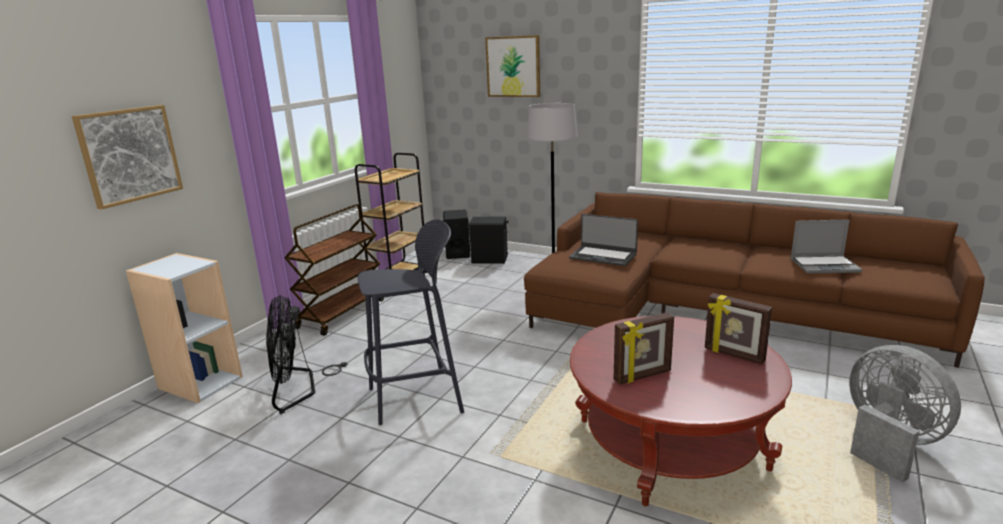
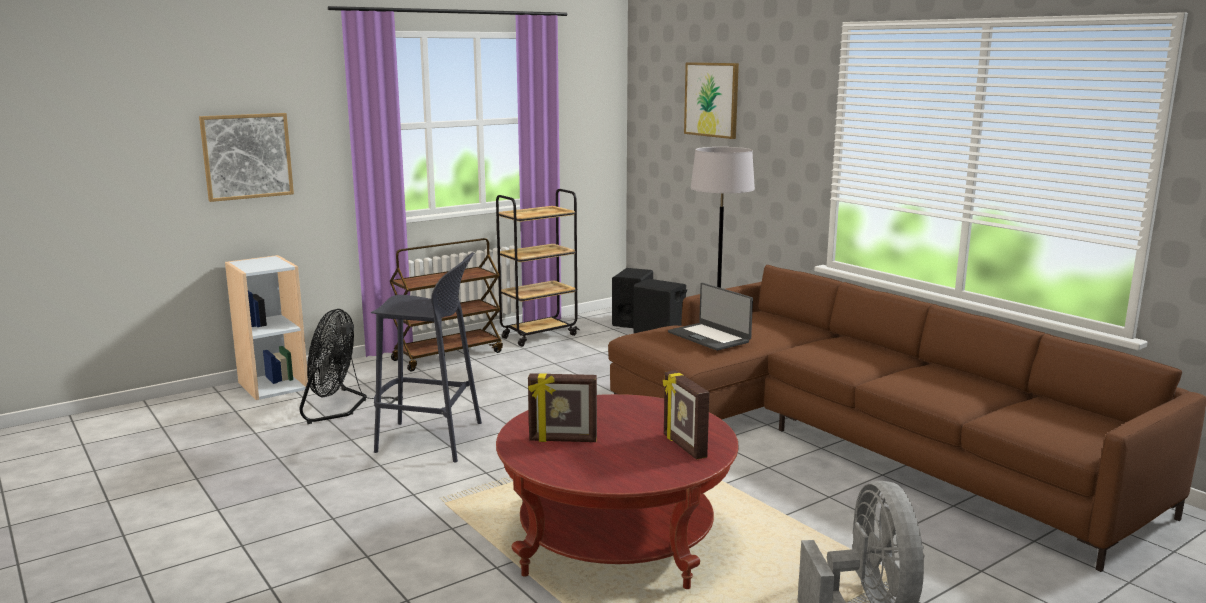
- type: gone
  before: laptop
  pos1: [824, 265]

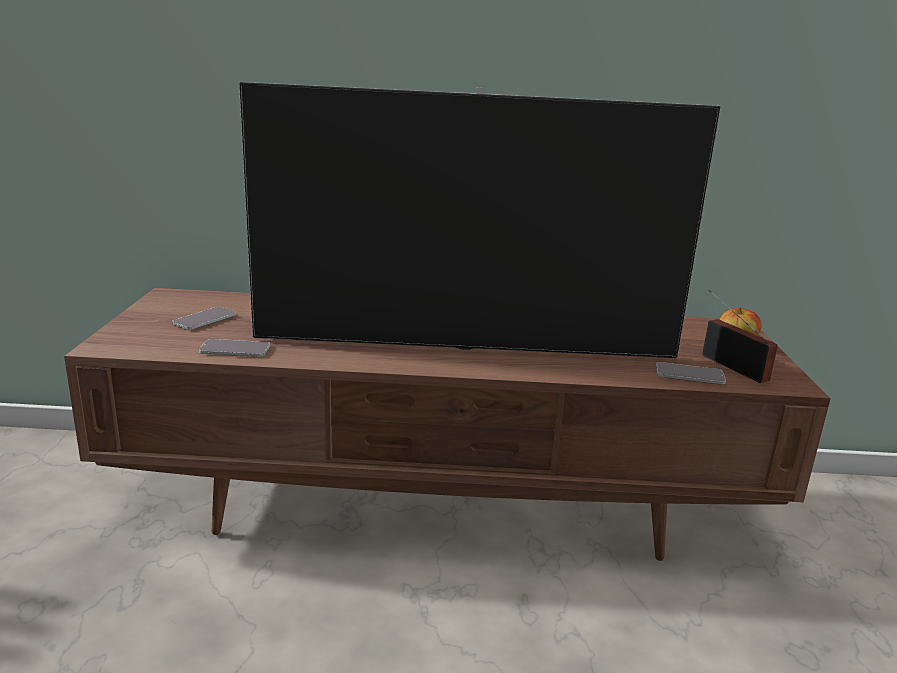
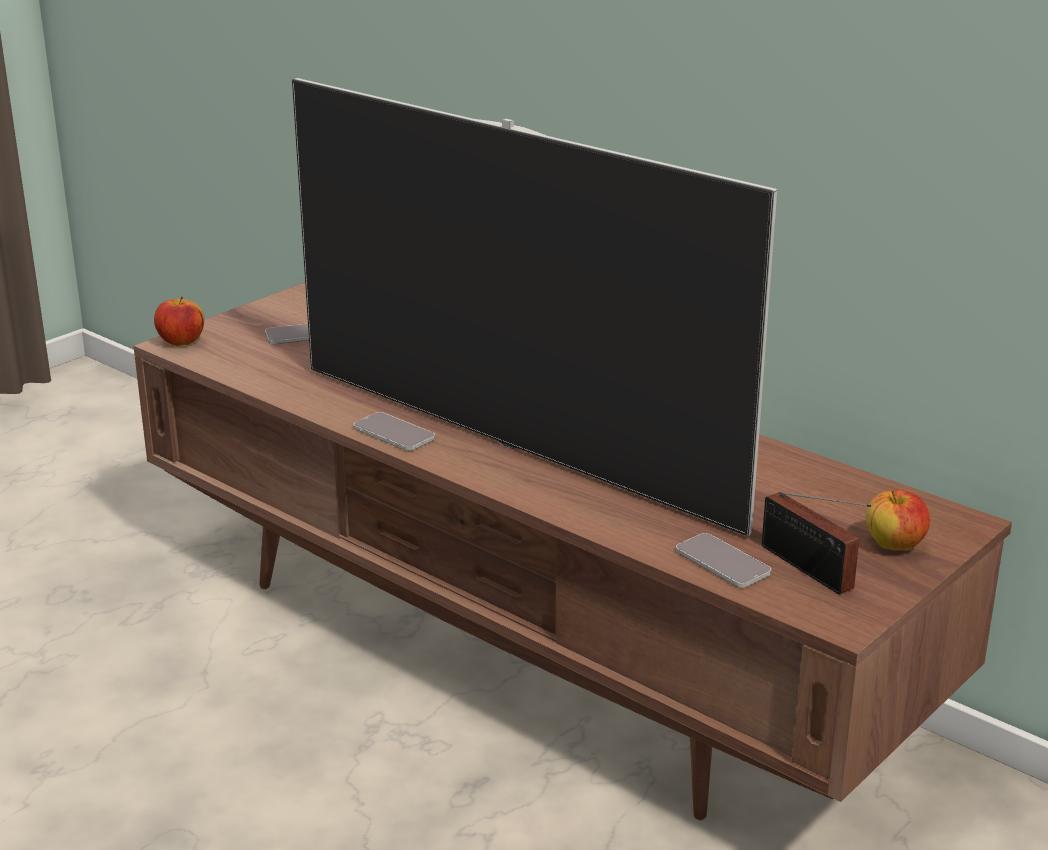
- type: rotated
  before: radio
  pos1: [731, 366]
  pos2: [810, 570]
  turn: 135
- type: shifted
  before: phone
  pos1: [235, 349]
  pos2: [394, 433]
- type: new
  after: apple
  pos2: [181, 342]

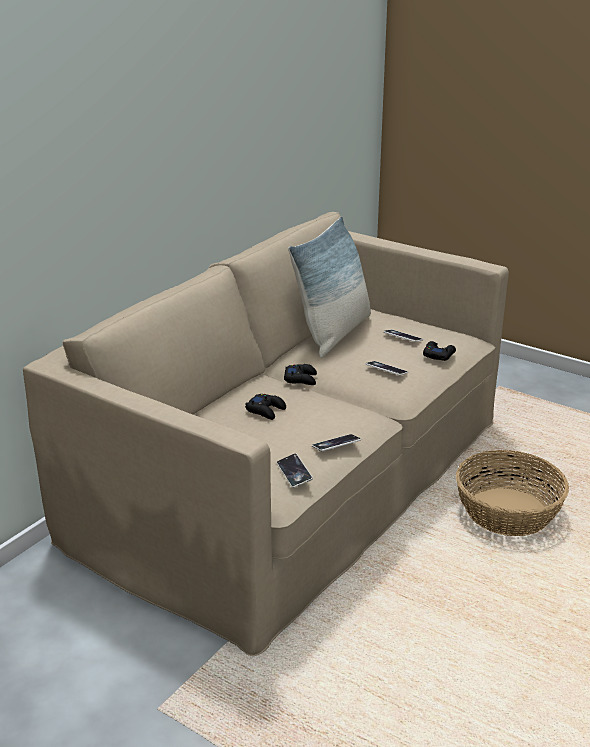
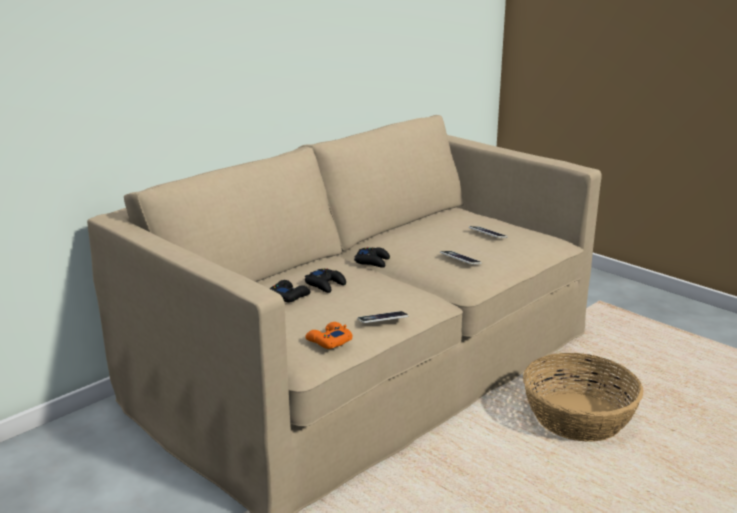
- type: gone
  before: pillow
  pos1: [334, 334]
- type: shifted
  before: black_game_controller
  pos1: [438, 355]
  pos2: [289, 296]
- type: swapped
  before: phone
  after: orange_game_controller
  pos1: [294, 473]
  pos2: [328, 341]

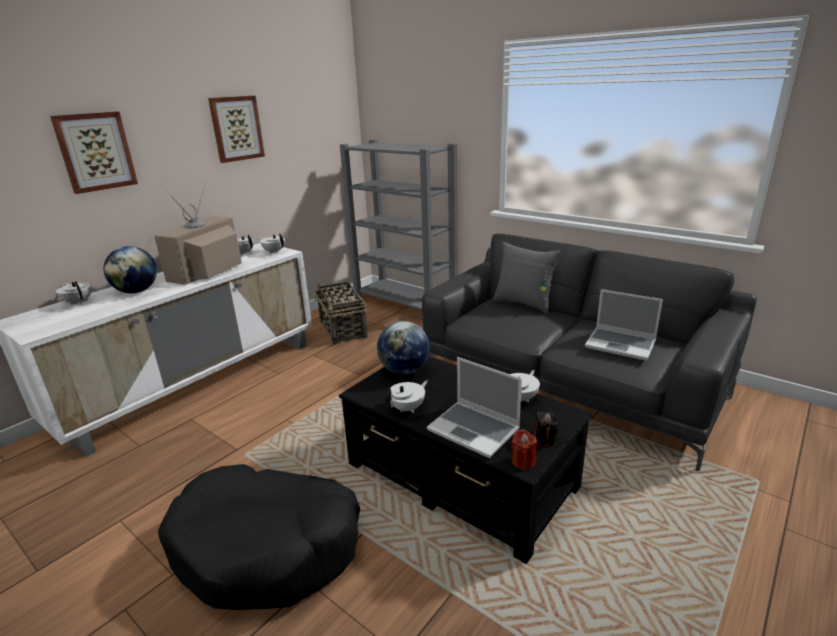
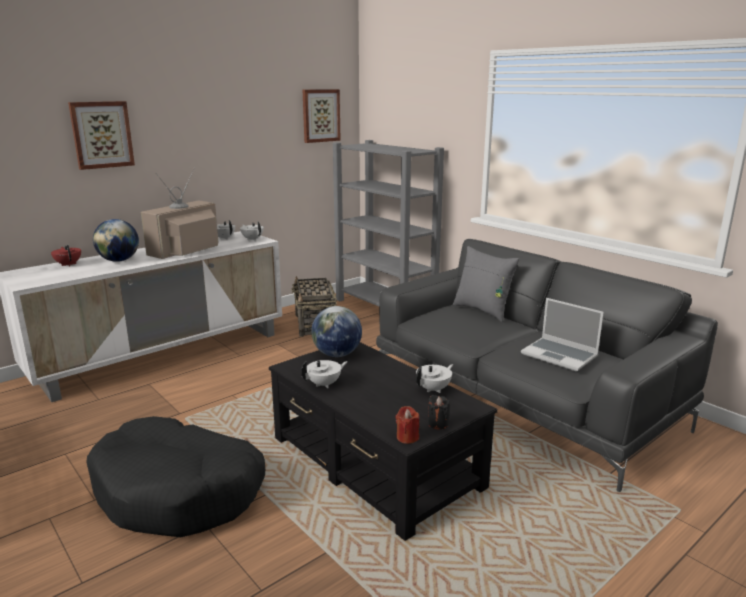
- type: shifted
  before: picture
  pos1: [236, 128]
  pos2: [320, 115]
- type: repainted
  before: white_teapot
  after: red_teapot
  pos1: [78, 302]
  pos2: [68, 264]
- type: gone
  before: laptop
  pos1: [475, 430]

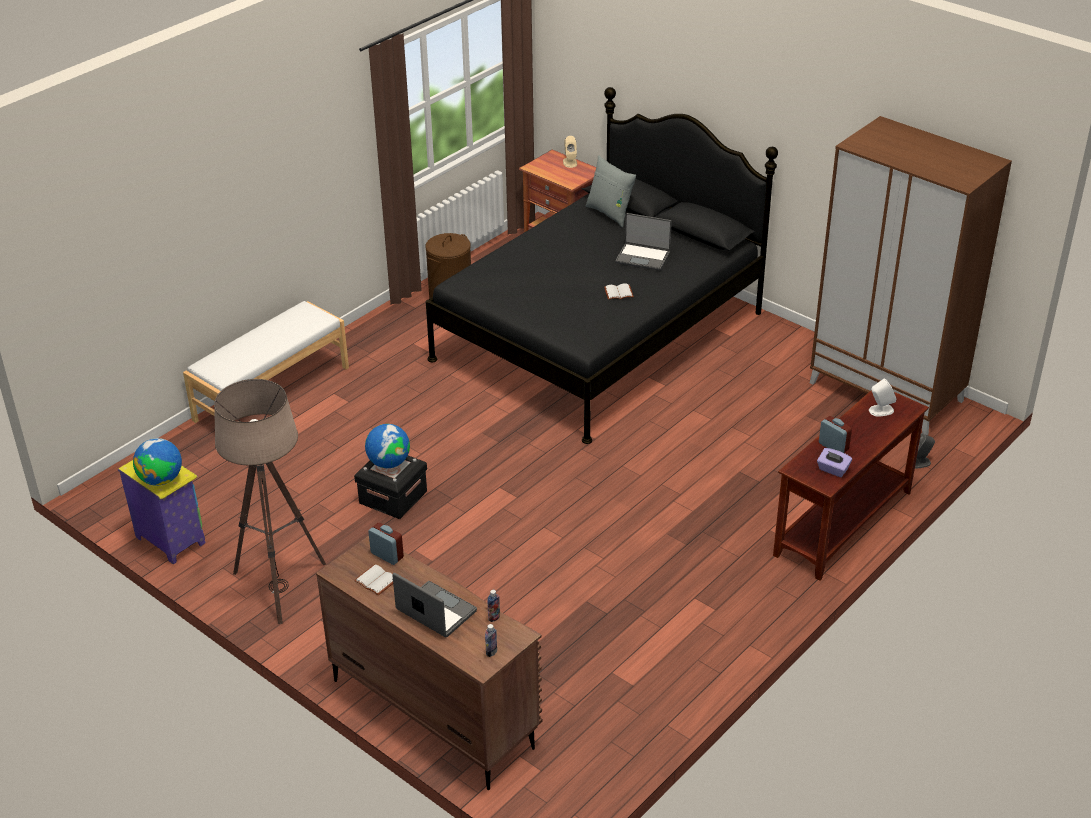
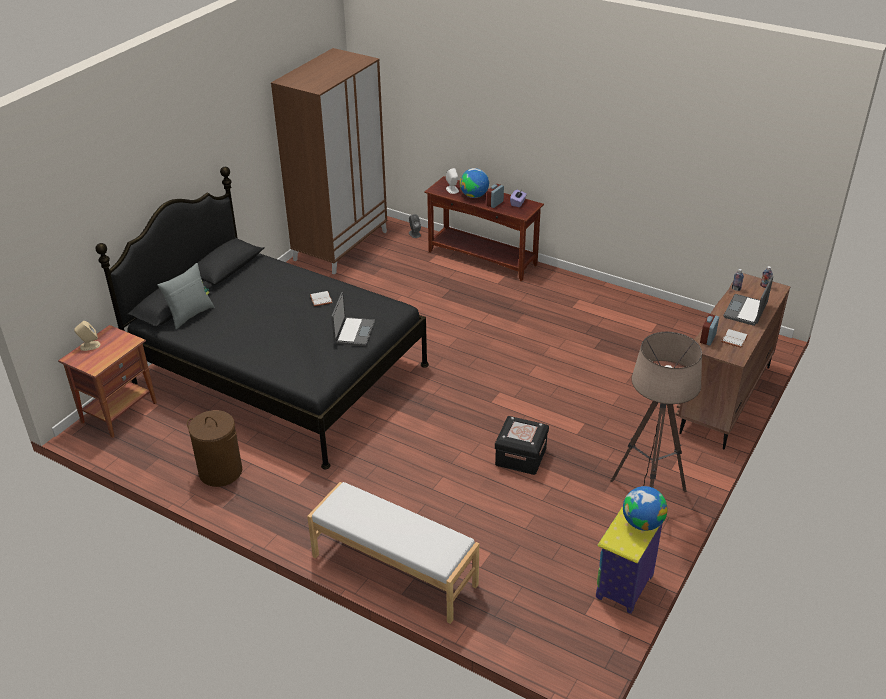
- type: shifted
  before: laptop
  pos1: [643, 257]
  pos2: [353, 332]
- type: shifted
  before: globe
  pos1: [388, 463]
  pos2: [474, 196]

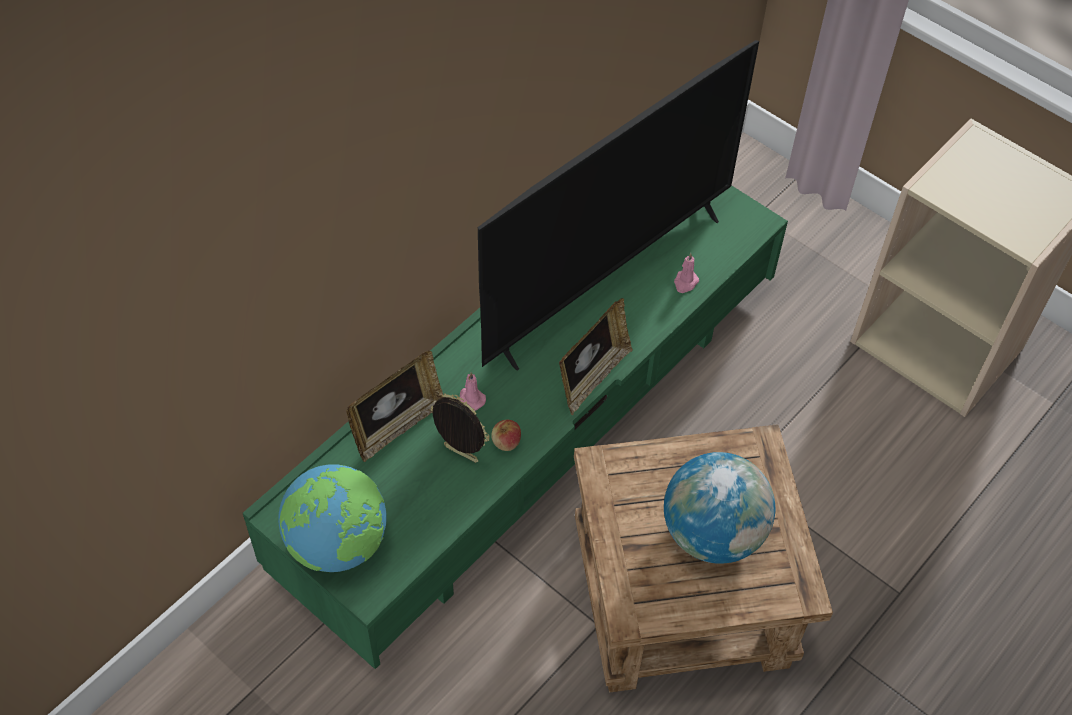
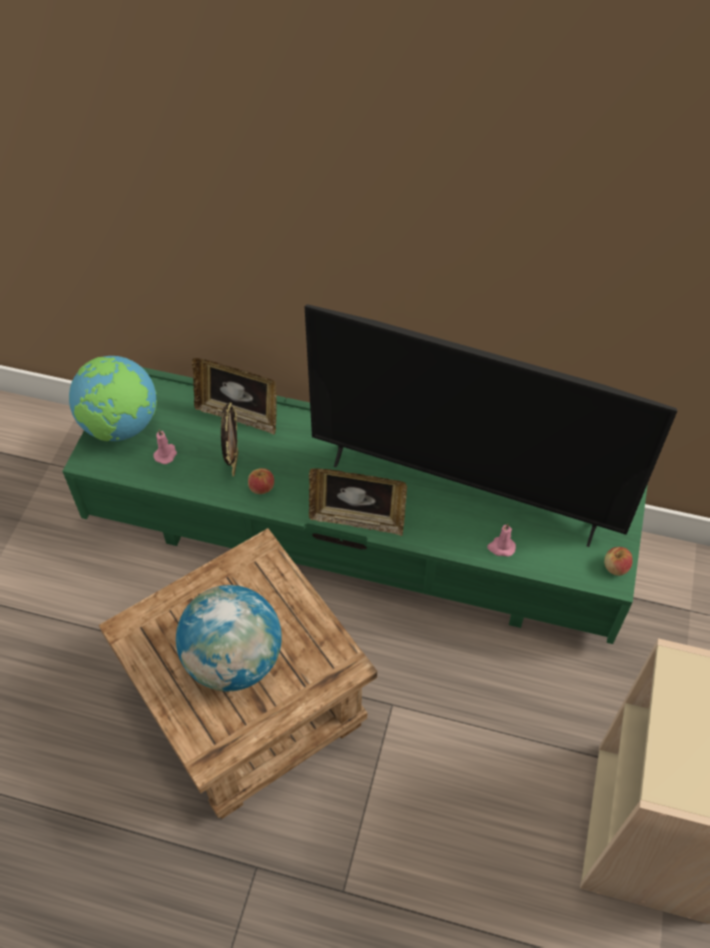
- type: shifted
  before: pink_candle
  pos1: [471, 399]
  pos2: [166, 454]
- type: new
  after: apple
  pos2: [615, 567]

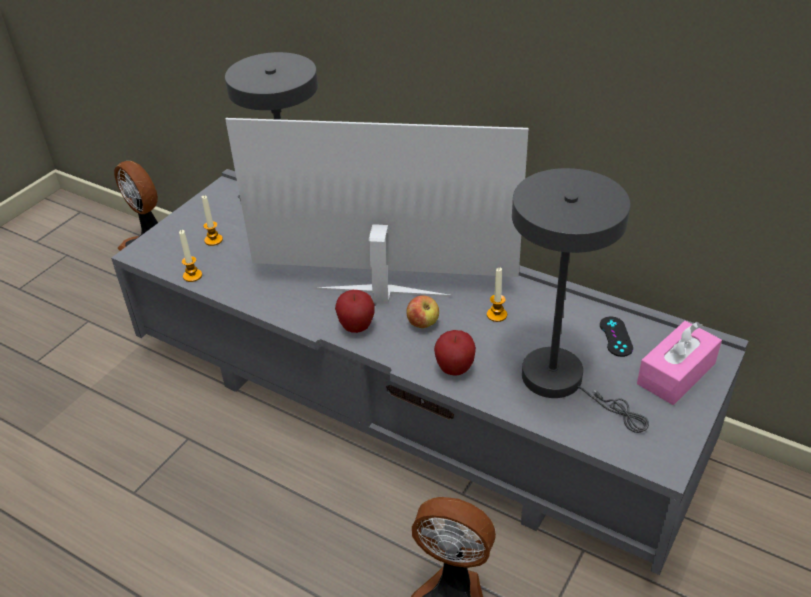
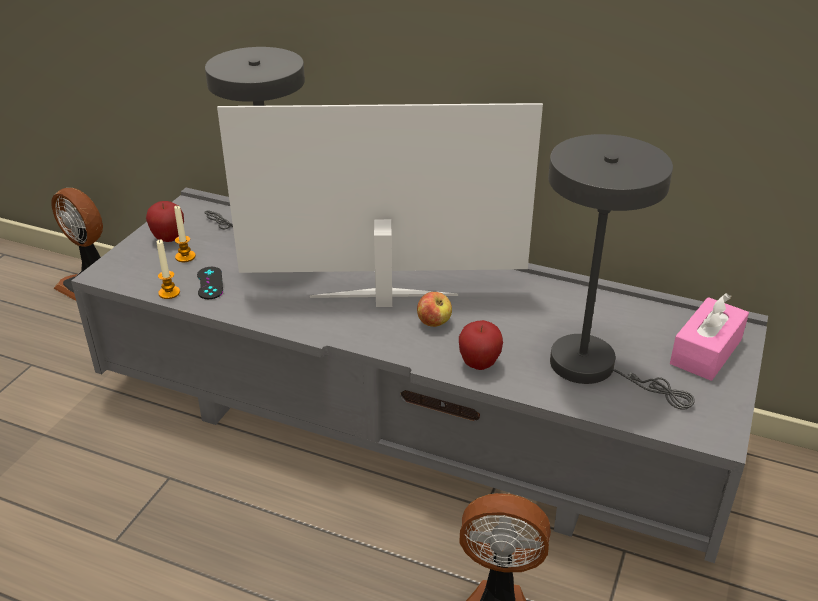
- type: gone
  before: candle
  pos1: [496, 315]
- type: shifted
  before: apple
  pos1: [356, 327]
  pos2: [168, 238]
- type: shifted
  before: black_game_controller
  pos1: [616, 336]
  pos2: [210, 283]

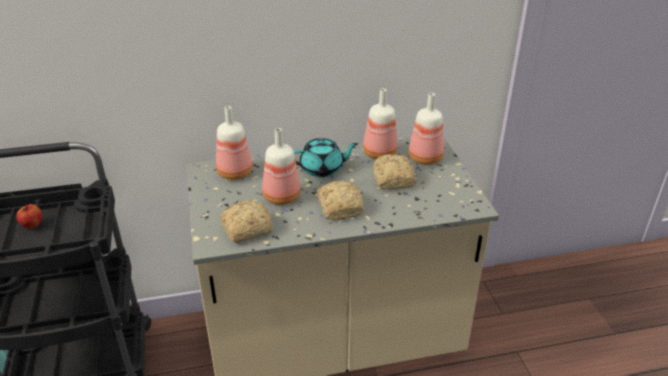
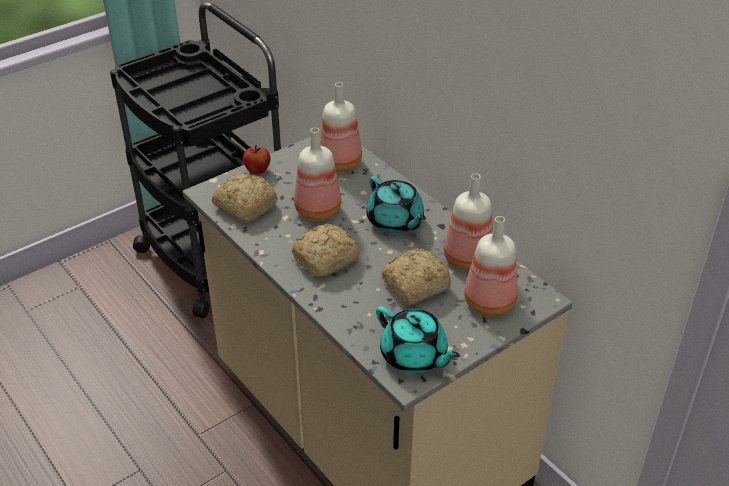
- type: shifted
  before: apple
  pos1: [32, 225]
  pos2: [257, 170]
- type: new
  after: turquoise_teapot
  pos2: [414, 356]

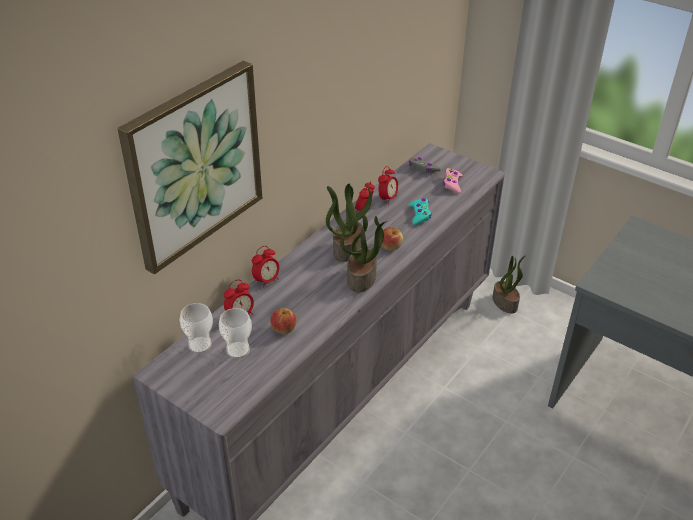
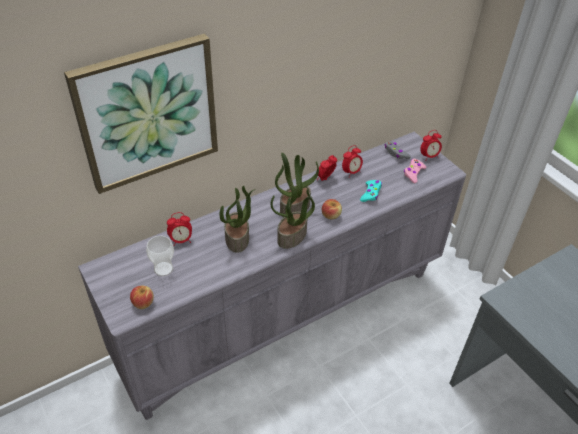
- type: shifted
  before: alarm_clock
  pos1: [266, 281]
  pos2: [429, 156]
- type: shifted
  before: potted_plant
  pos1: [505, 303]
  pos2: [238, 238]
- type: gone
  before: cup
  pos1: [200, 345]
- type: shifted
  before: apple
  pos1: [283, 328]
  pos2: [143, 303]

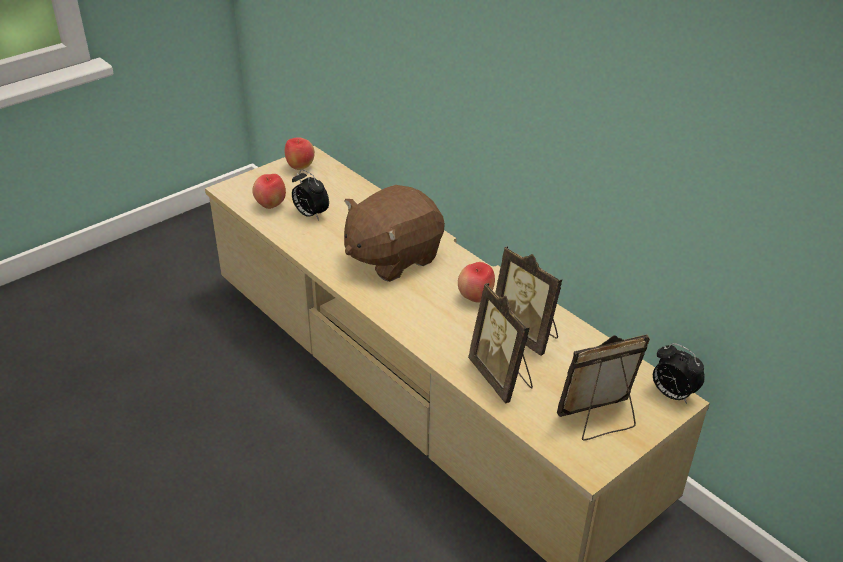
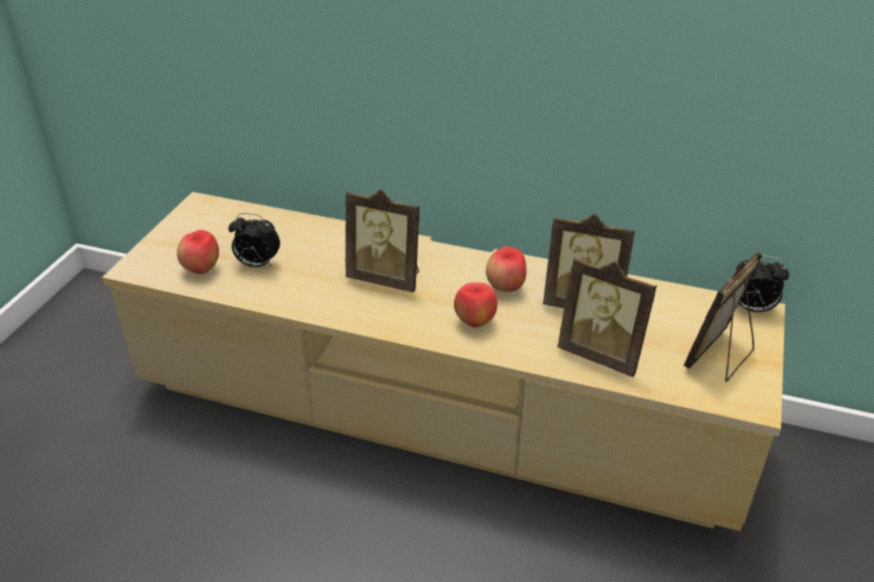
- type: shifted
  before: apple
  pos1: [300, 167]
  pos2: [475, 322]
- type: swapped
  before: brown_plush_toy
  after: picture_frame
  pos1: [392, 257]
  pos2: [386, 278]

